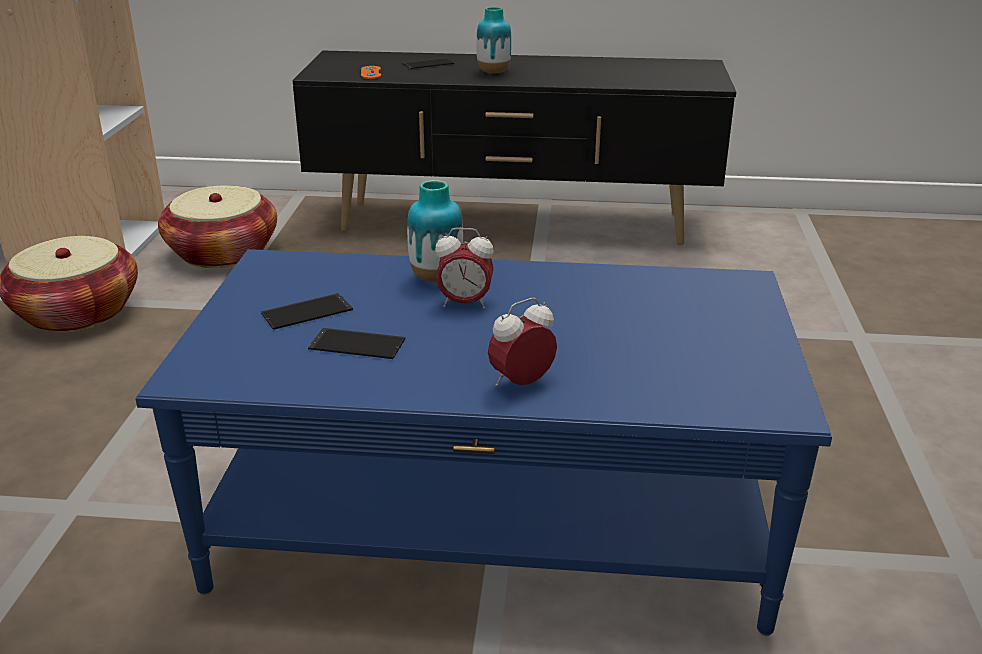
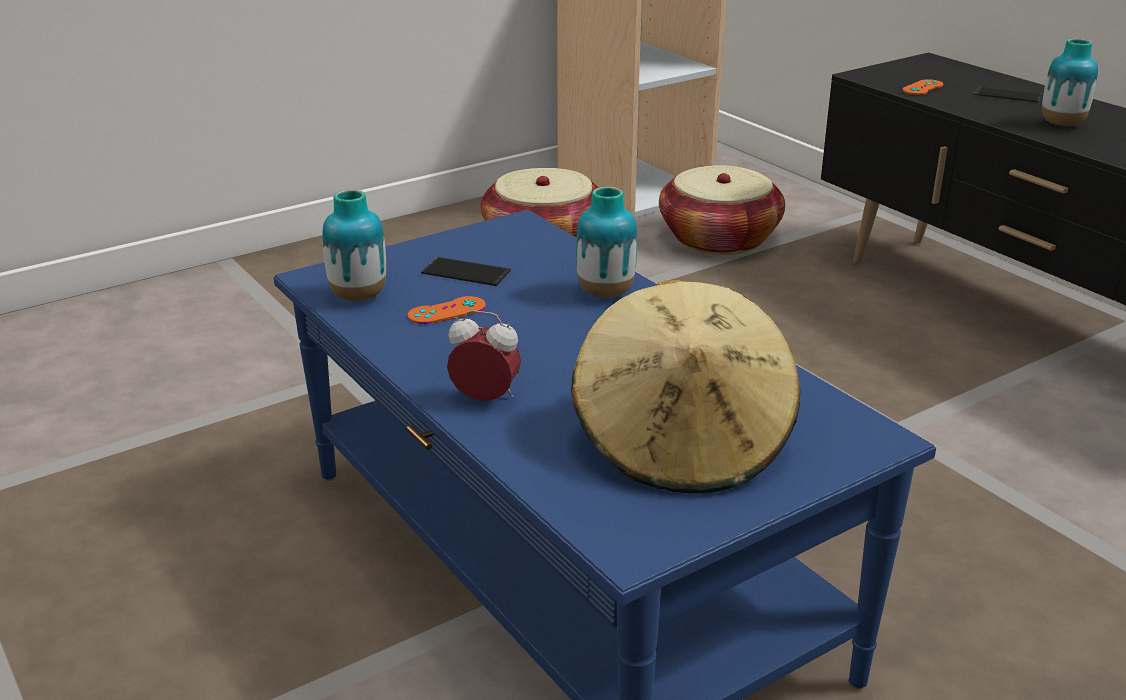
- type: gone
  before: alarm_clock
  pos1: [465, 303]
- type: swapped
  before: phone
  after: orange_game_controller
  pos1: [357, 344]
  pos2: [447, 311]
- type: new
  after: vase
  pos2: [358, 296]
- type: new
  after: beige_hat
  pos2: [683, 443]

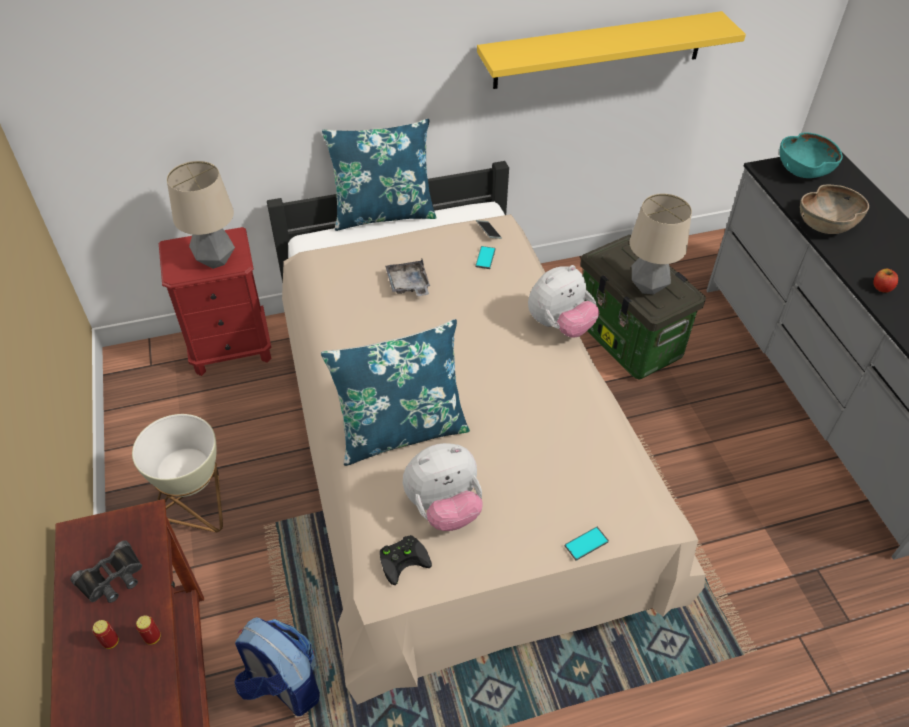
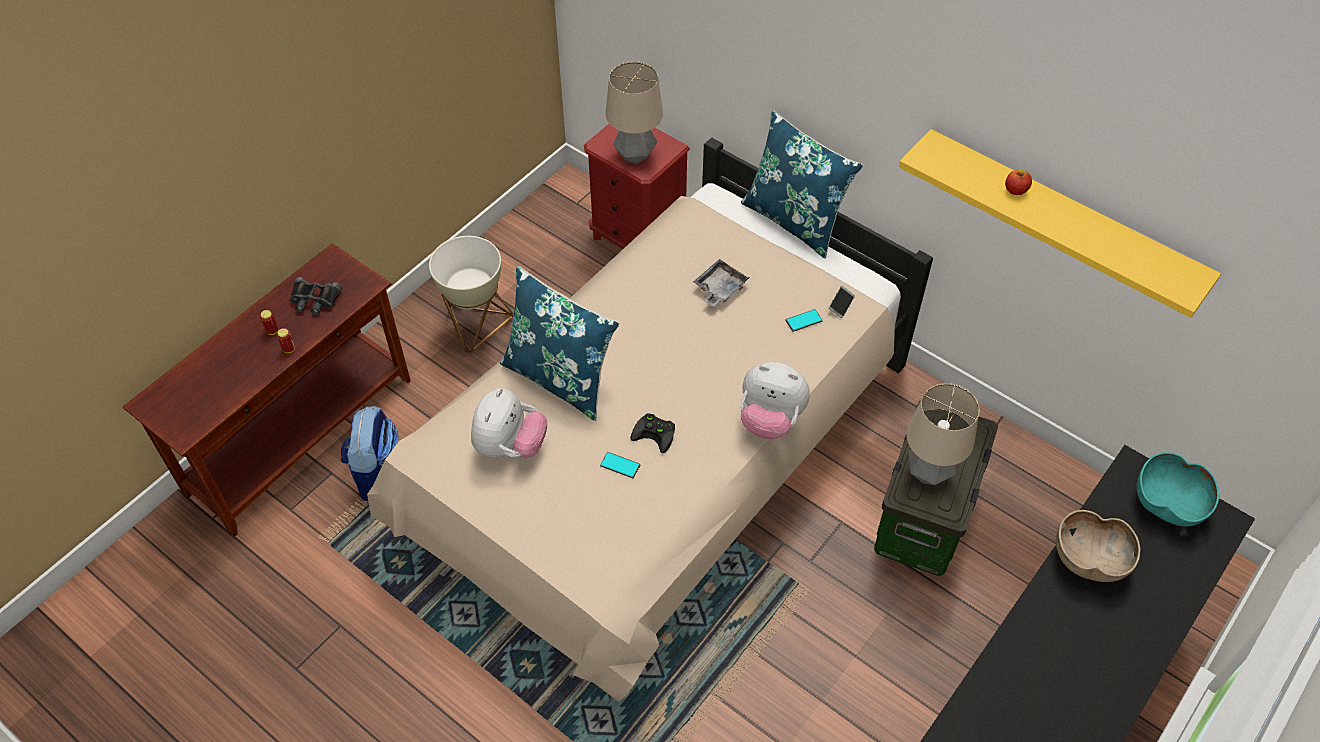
- type: shifted
  before: apple
  pos1: [881, 288]
  pos2: [1015, 190]
- type: rotated
  before: plush_toy
  pos1: [444, 507]
  pos2: [510, 446]
  turn: -105
- type: shifted
  before: phone
  pos1: [586, 543]
  pos2: [620, 465]
- type: shifted
  before: black_game_controller
  pos1: [404, 558]
  pos2: [656, 433]

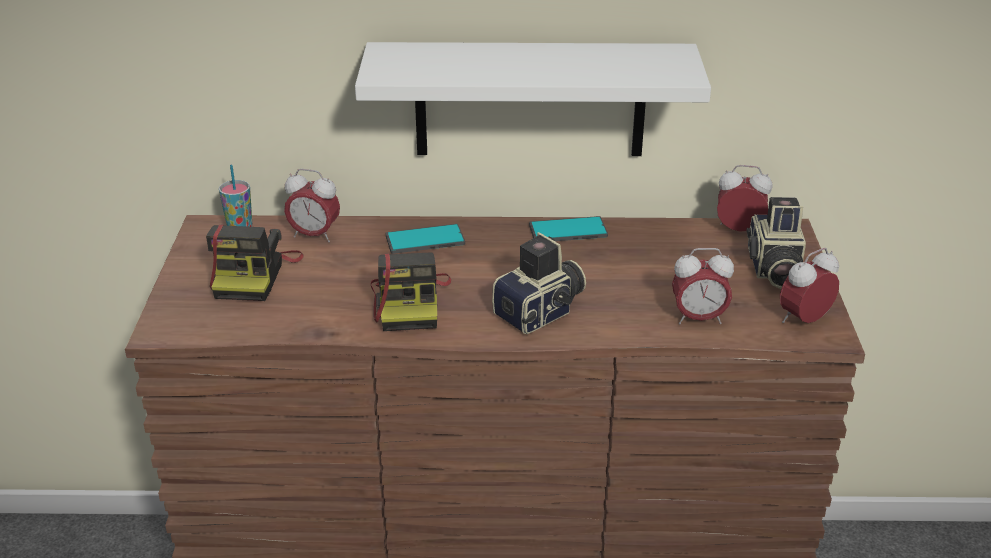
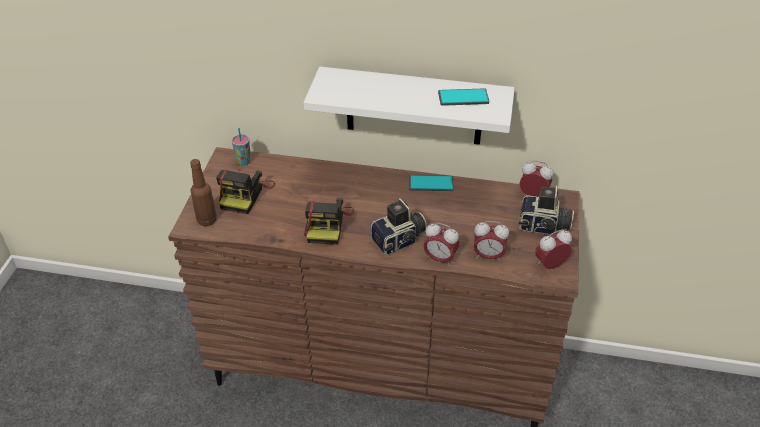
- type: shifted
  before: alarm_clock
  pos1: [314, 235]
  pos2: [440, 259]
- type: rotated
  before: photo_camera
  pos1: [772, 269]
  pos2: [544, 226]
  turn: -90
- type: shifted
  before: phone
  pos1: [425, 240]
  pos2: [463, 98]
- type: new
  after: brown_bottle
  pos2: [207, 220]

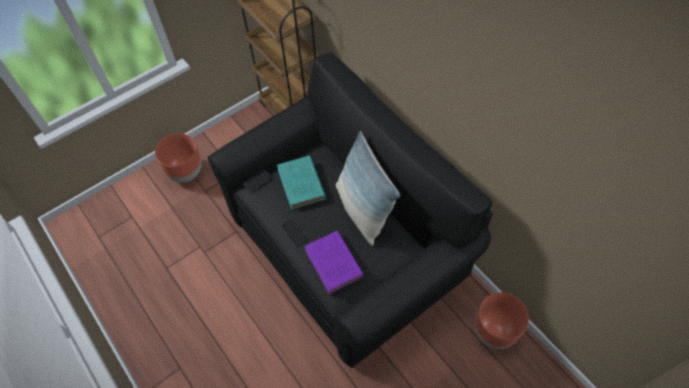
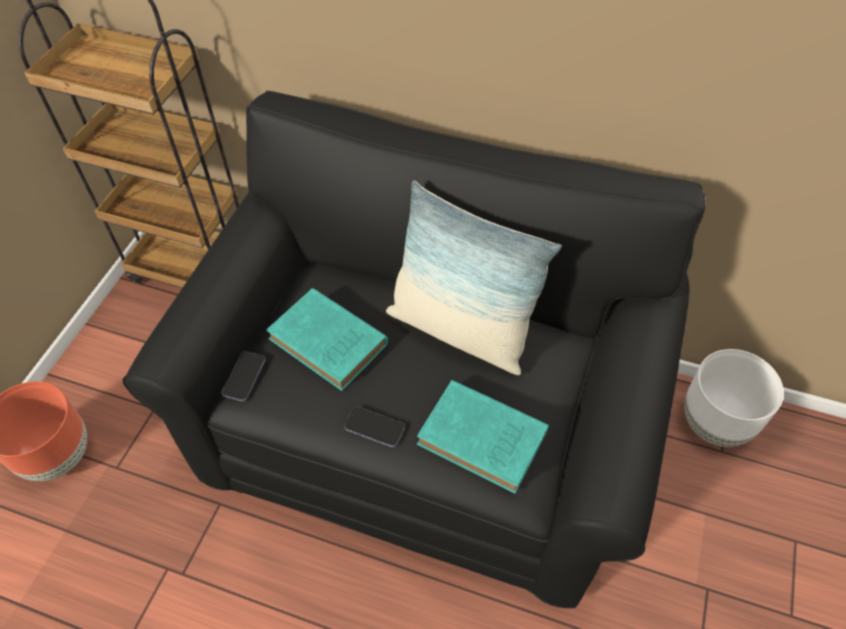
- type: repainted
  before: purple_book
  after: turquoise_book
  pos1: [334, 265]
  pos2: [485, 440]
- type: repainted
  before: brown_planter
  after: white_planter
  pos1: [494, 331]
  pos2: [715, 423]

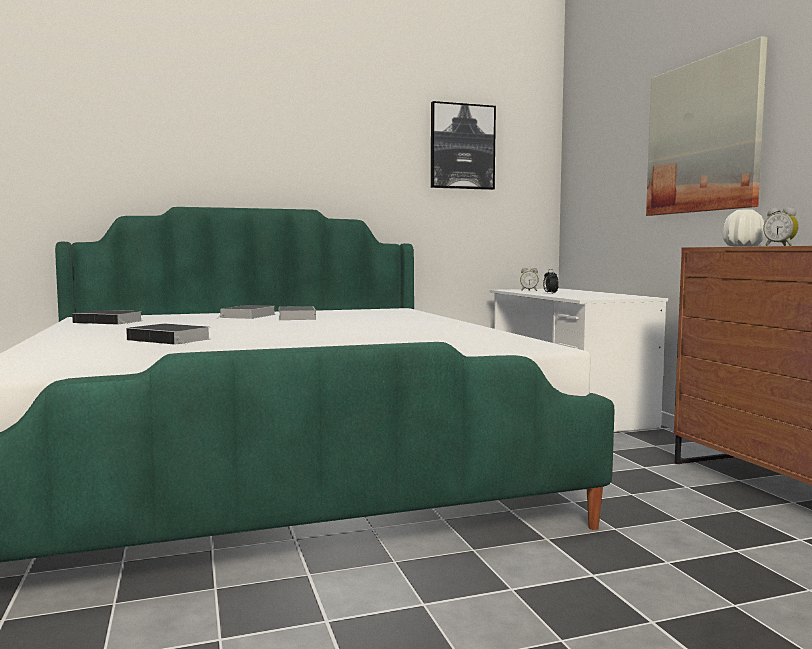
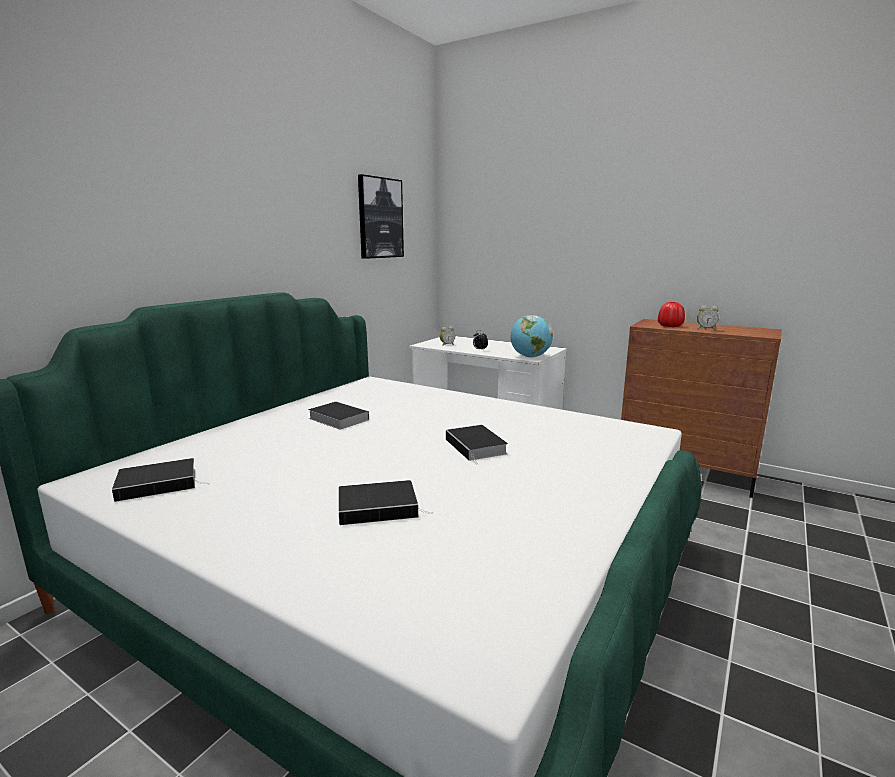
- type: gone
  before: picture
  pos1: [703, 136]
- type: repainted
  before: white_vase
  after: red_vase
  pos1: [742, 246]
  pos2: [670, 326]
- type: shifted
  before: book
  pos1: [248, 316]
  pos2: [477, 447]
- type: new
  after: globe
  pos2: [530, 357]

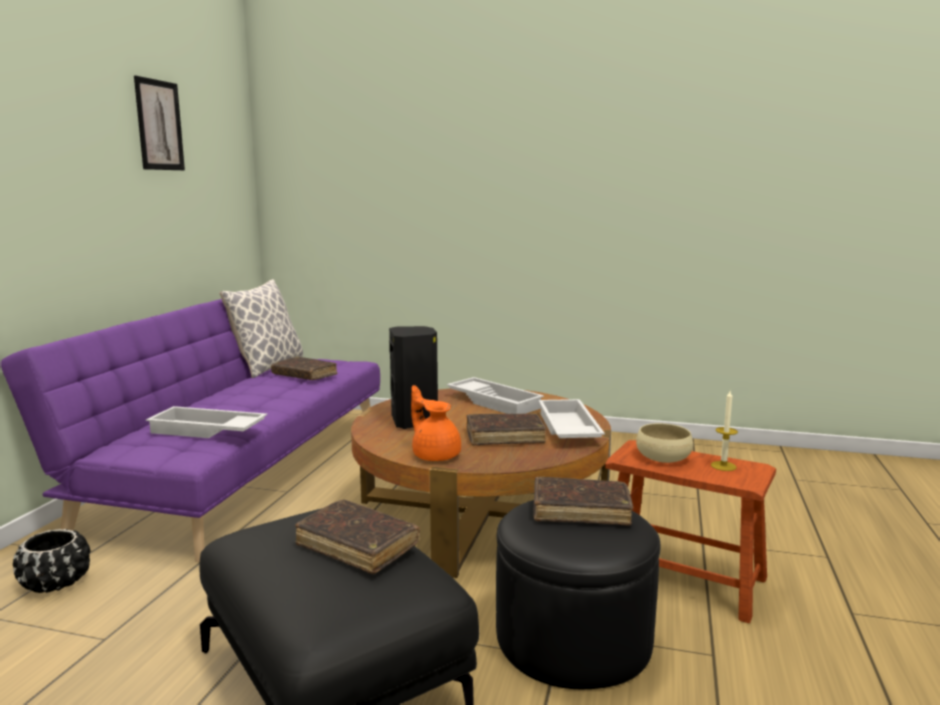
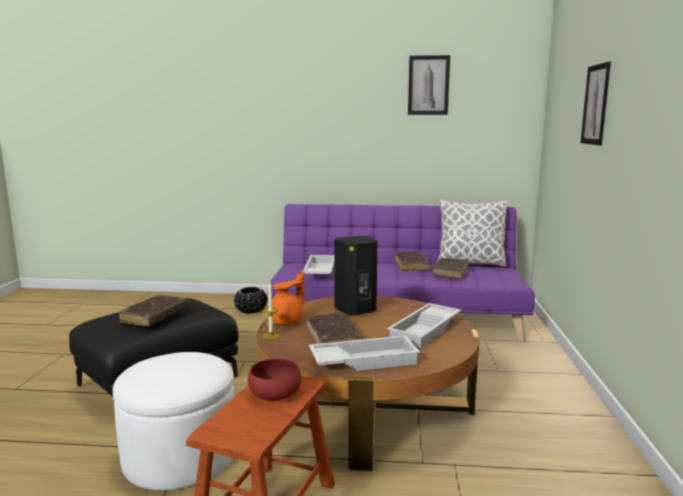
- type: shifted
  before: candle
  pos1: [723, 466]
  pos2: [271, 335]
- type: repainted
  before: beige_bowl
  after: red_bowl
  pos1: [663, 457]
  pos2: [275, 393]
- type: shifted
  before: brown_book
  pos1: [581, 511]
  pos2: [411, 266]
- type: repainted
  before: black_ottoman
  after: white_ottoman
  pos1: [573, 639]
  pos2: [180, 455]
- type: new
  after: picture
  pos2: [595, 105]

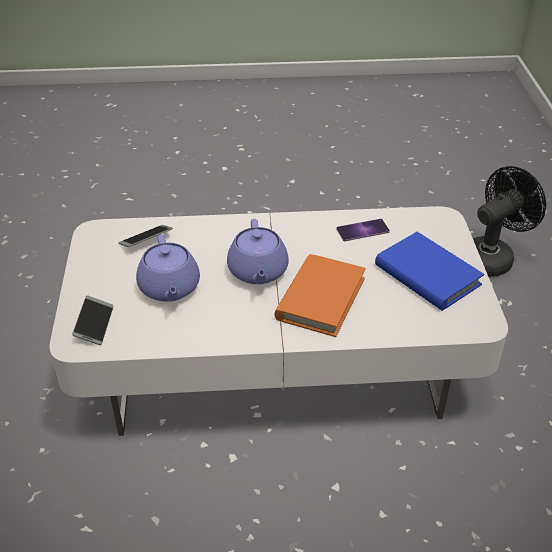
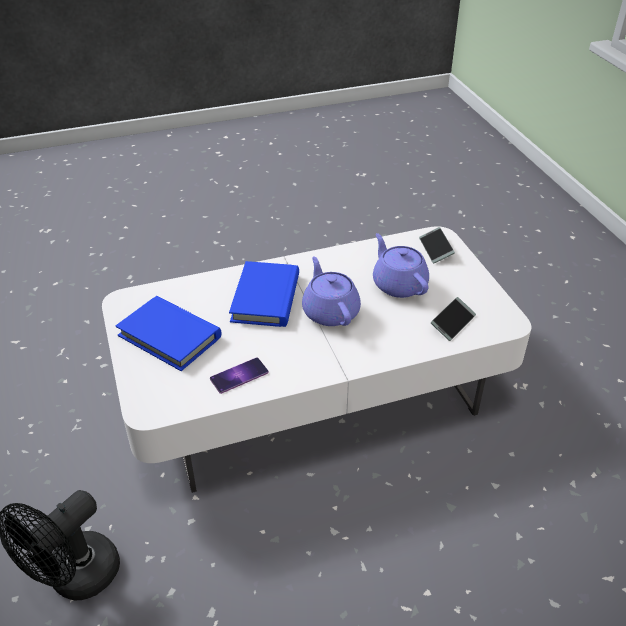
- type: repainted
  before: orange_book
  after: blue_book
  pos1: [320, 298]
  pos2: [266, 298]

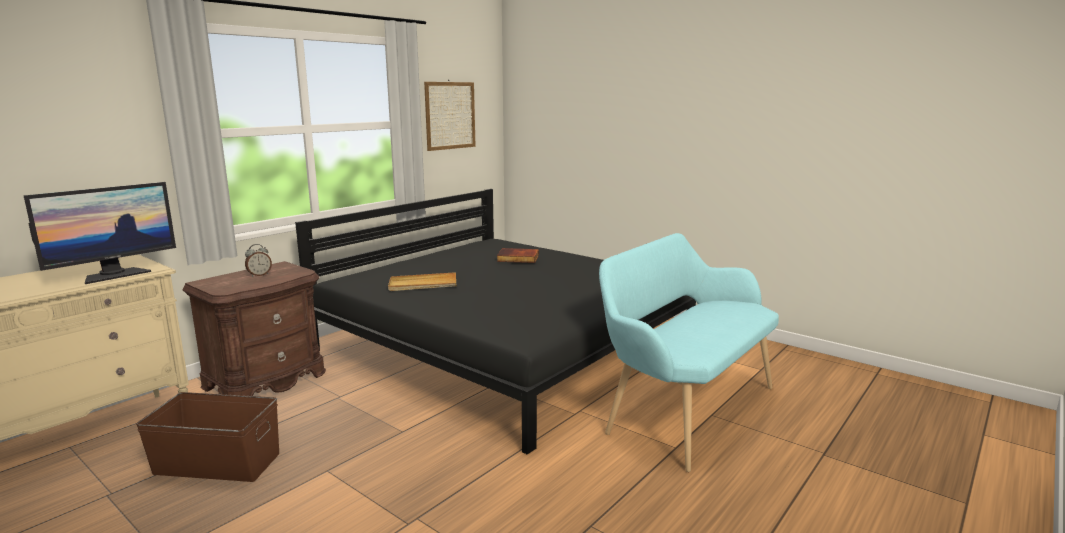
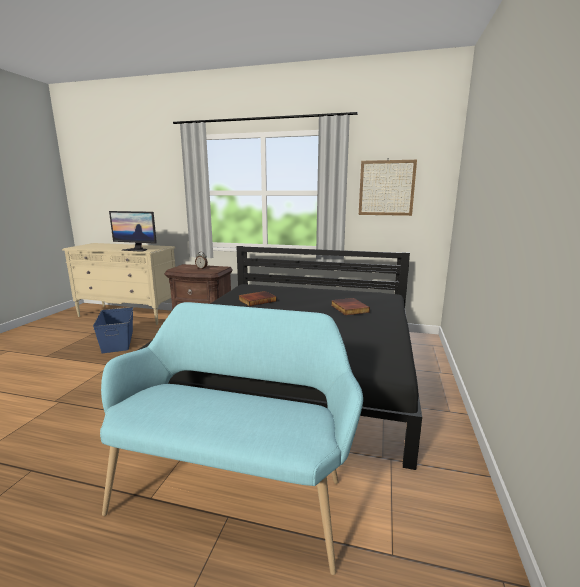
- type: swapped
  before: beige_tray
  after: book
  pos1: [423, 285]
  pos2: [257, 300]
- type: repainted
  before: brown_storage_box
  after: blue_storage_box
  pos1: [217, 463]
  pos2: [118, 341]

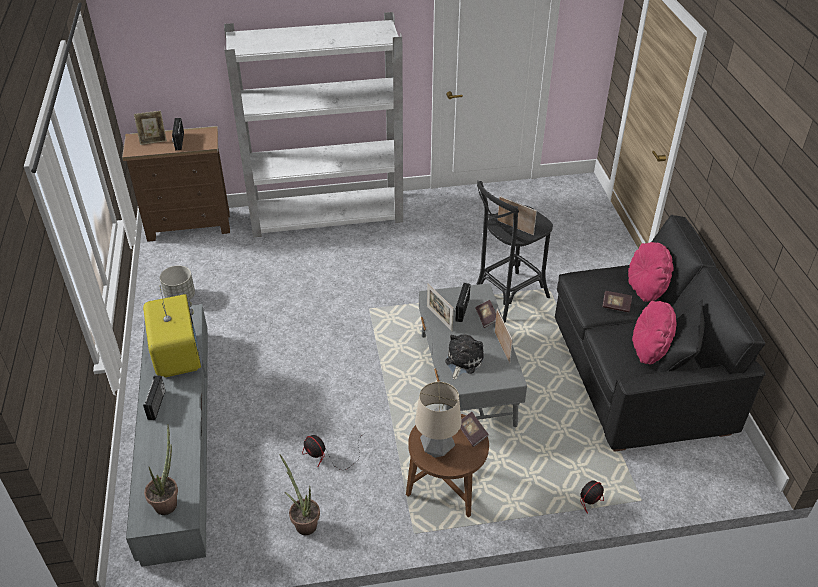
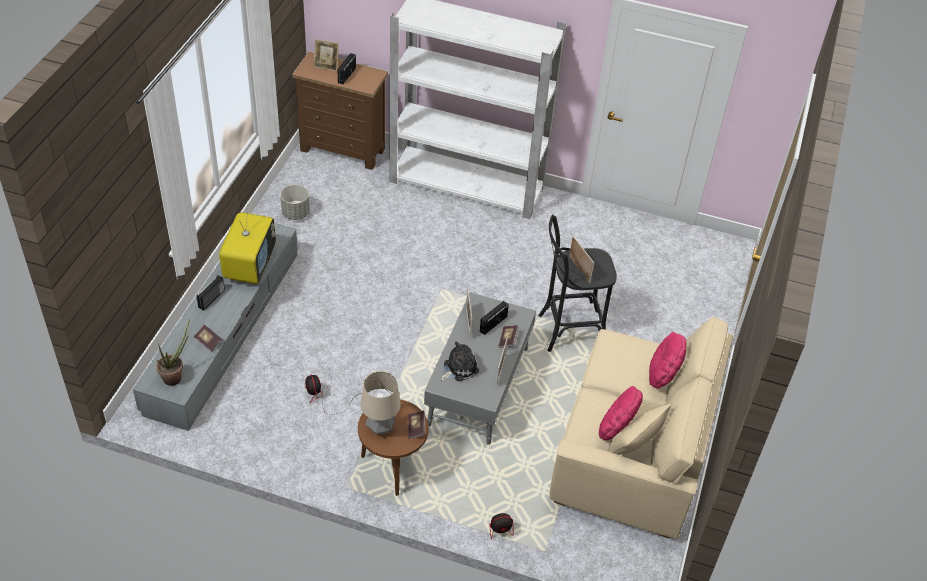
- type: repainted
  before: black_sofa
  after: beige_sofa
  pos1: [639, 375]
  pos2: [632, 451]
- type: shifted
  before: book
  pos1: [616, 306]
  pos2: [208, 341]
- type: gone
  before: potted_plant
  pos1: [303, 522]

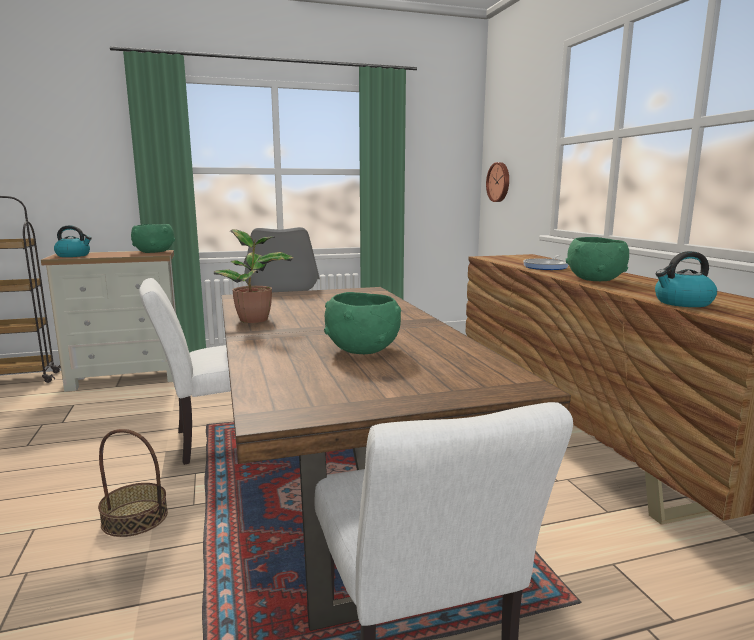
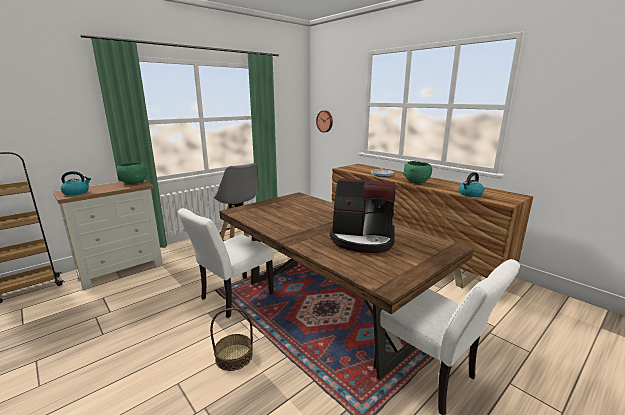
- type: gone
  before: potted_plant
  pos1: [255, 320]
- type: swapped
  before: green_bowl
  after: coffee_machine
  pos1: [363, 350]
  pos2: [362, 239]

